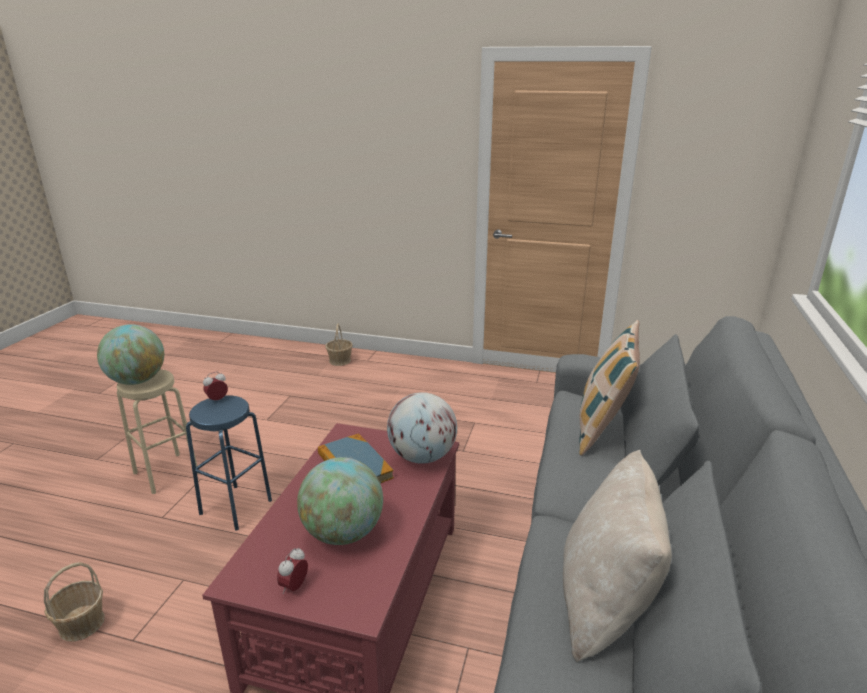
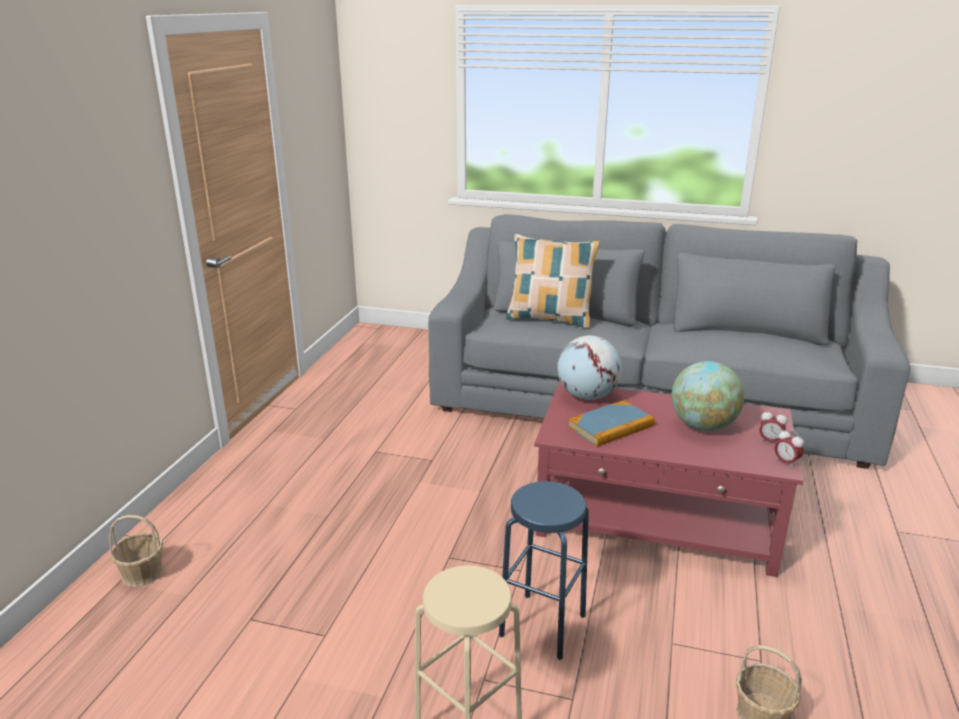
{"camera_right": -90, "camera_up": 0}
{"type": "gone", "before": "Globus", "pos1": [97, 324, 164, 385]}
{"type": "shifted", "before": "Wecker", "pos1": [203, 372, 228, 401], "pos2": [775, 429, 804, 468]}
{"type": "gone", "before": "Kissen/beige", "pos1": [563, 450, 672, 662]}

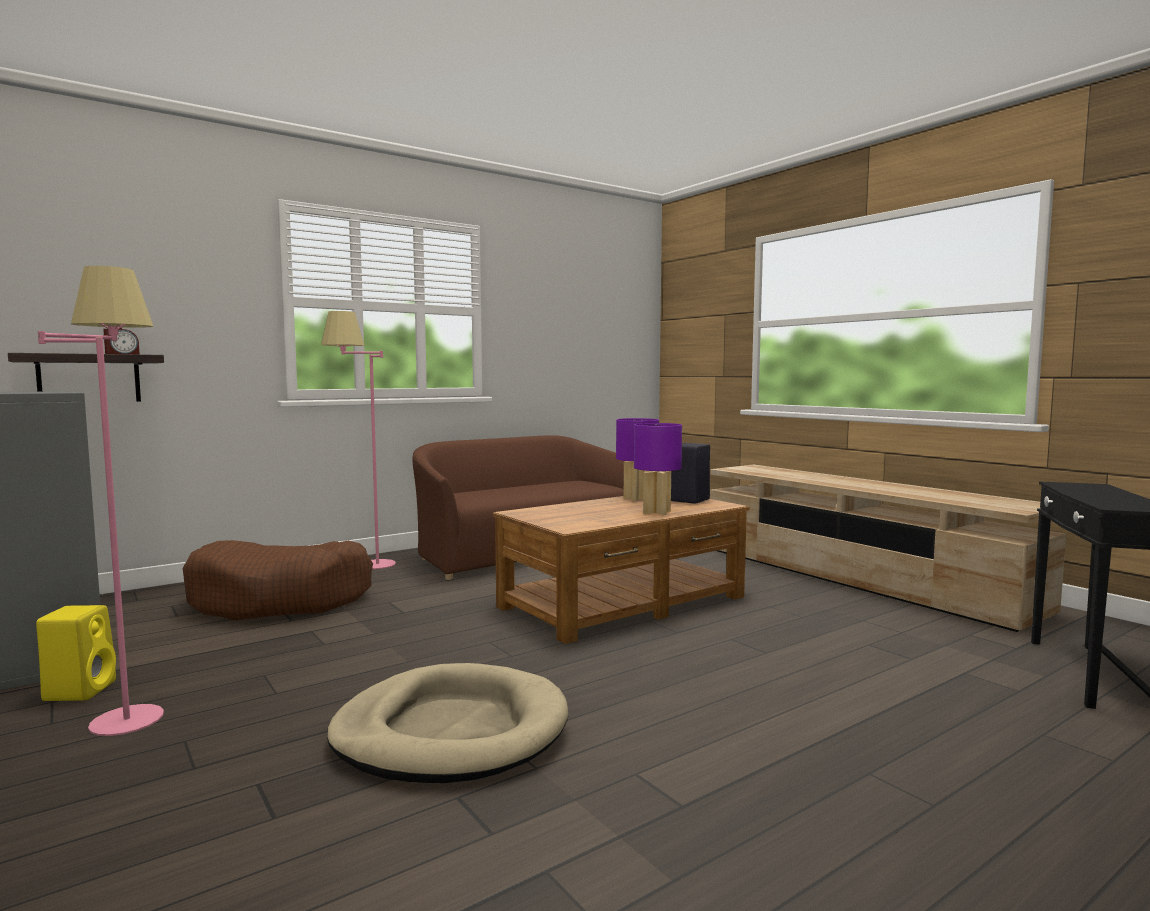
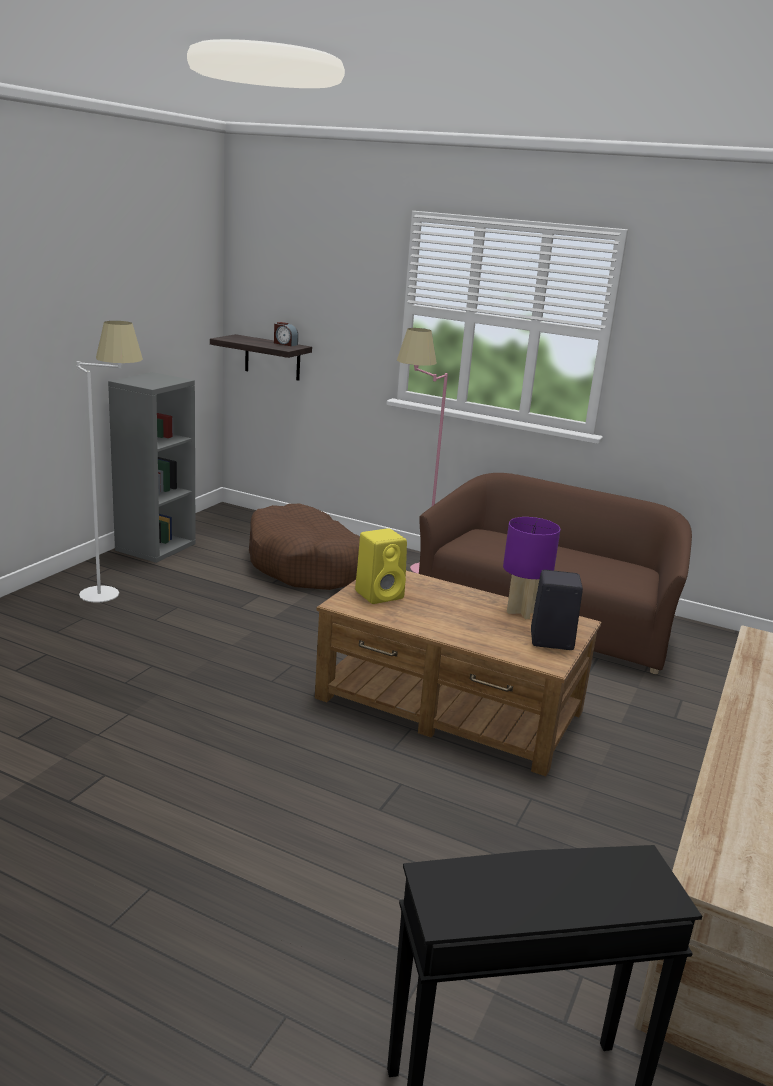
{"camera_right": 60, "camera_up": 15}
{"type": "repainted", "before": "Stehlampe/rosa", "after": "Stehlampe/weiß", "pos1": [38, 266, 164, 736], "pos2": [77, 321, 143, 603]}
{"type": "gone", "before": "Tischlampe/lila", "pos1": [634, 423, 682, 515]}
{"type": "shifted", "before": "Lautsprecher/gelb", "pos1": [36, 605, 116, 701], "pos2": [355, 528, 407, 604]}
{"type": "gone", "before": "Hundebett/beige", "pos1": [327, 663, 569, 783]}

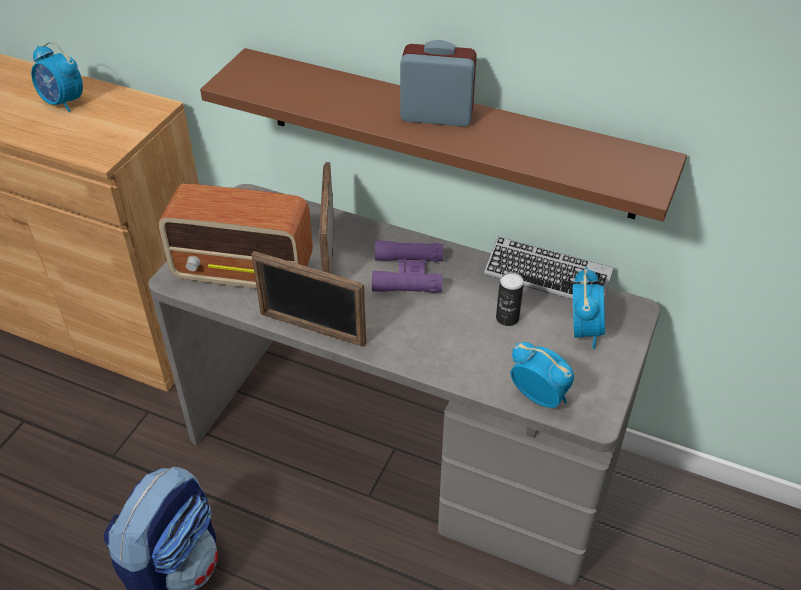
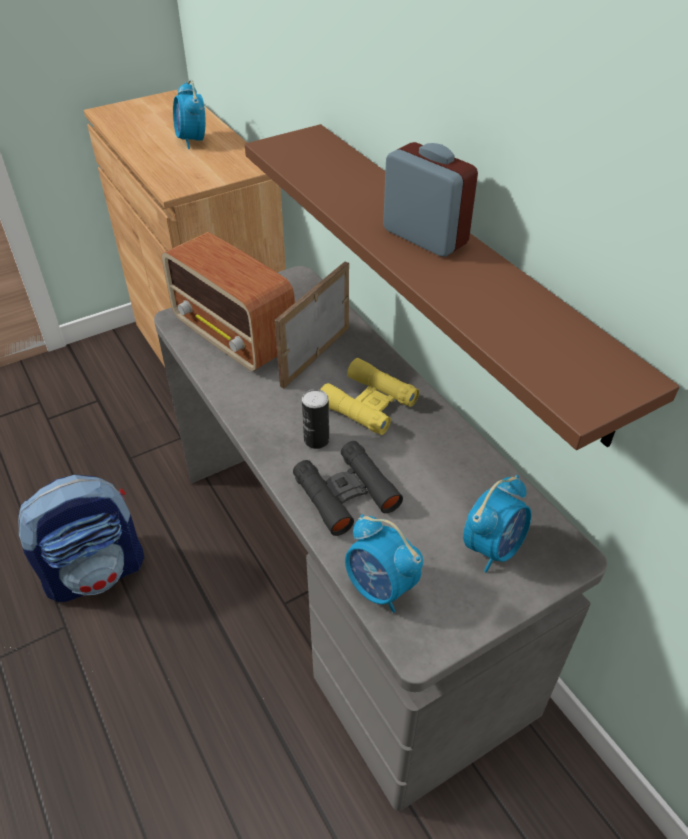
{"camera_right": 35, "camera_up": 0}
{"type": "gone", "before": "Tastatur", "pos1": [484, 237, 614, 300]}
{"type": "repainted", "before": "Fernglas/lila", "after": "Fernglas/gelb", "pos1": [372, 240, 443, 293], "pos2": [320, 358, 419, 435]}
{"type": "gone", "before": "Bilderrahmen", "pos1": [252, 251, 366, 347]}
{"type": "shifted", "before": "Dose", "pos1": [496, 272, 524, 326], "pos2": [302, 389, 329, 449]}
{"type": "rotated", "before": "Wecker", "pos1": [510, 342, 574, 408], "pos2": [345, 514, 423, 613], "turn": 150}
{"type": "new", "after": "Fernglas/schwarz", "pos2": [293, 441, 403, 536]}

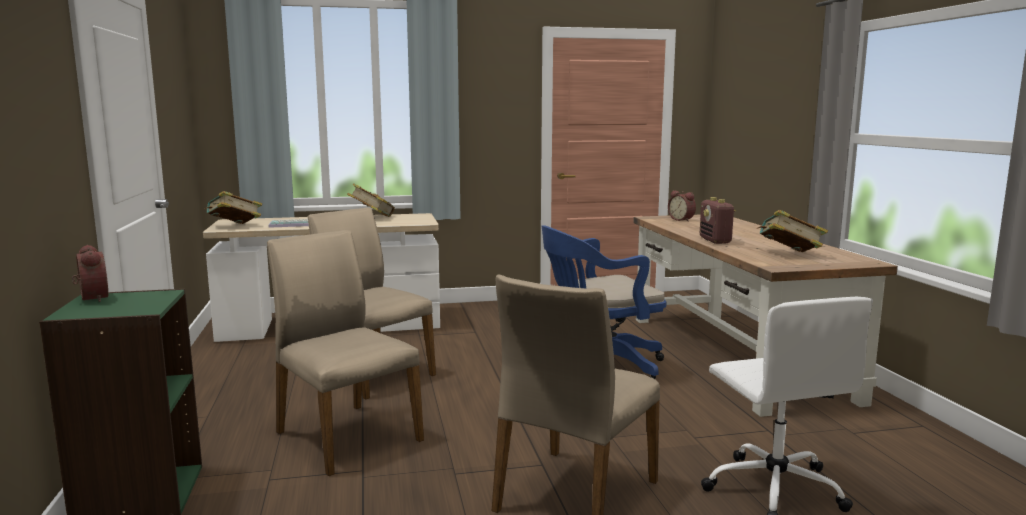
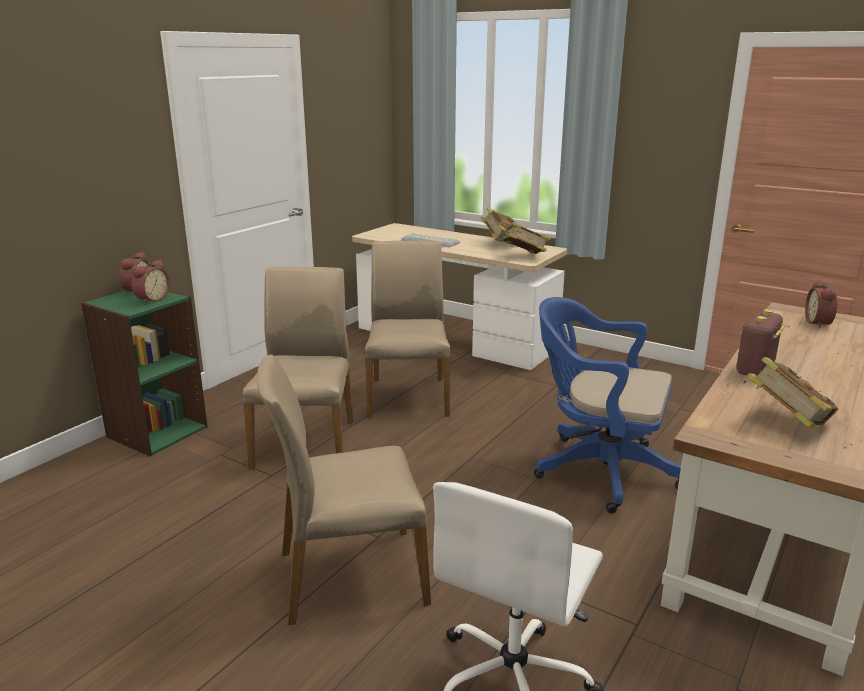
{"camera_right": 45, "camera_up": 10}
{"type": "shifted", "before": "Buch", "pos1": [205, 191, 262, 224], "pos2": [500, 222, 551, 254]}
{"type": "new", "after": "Wecker", "pos2": [131, 260, 170, 304]}

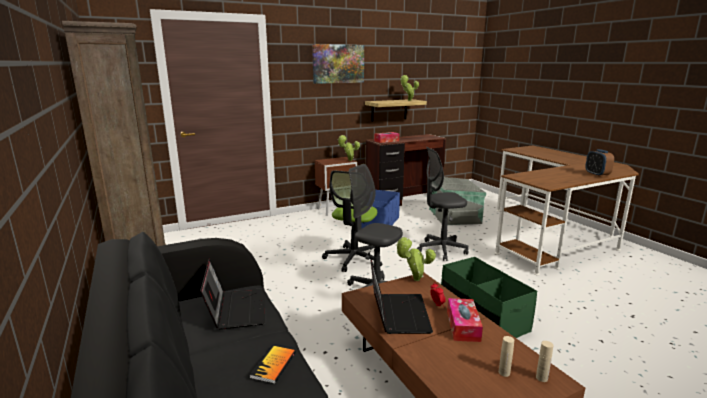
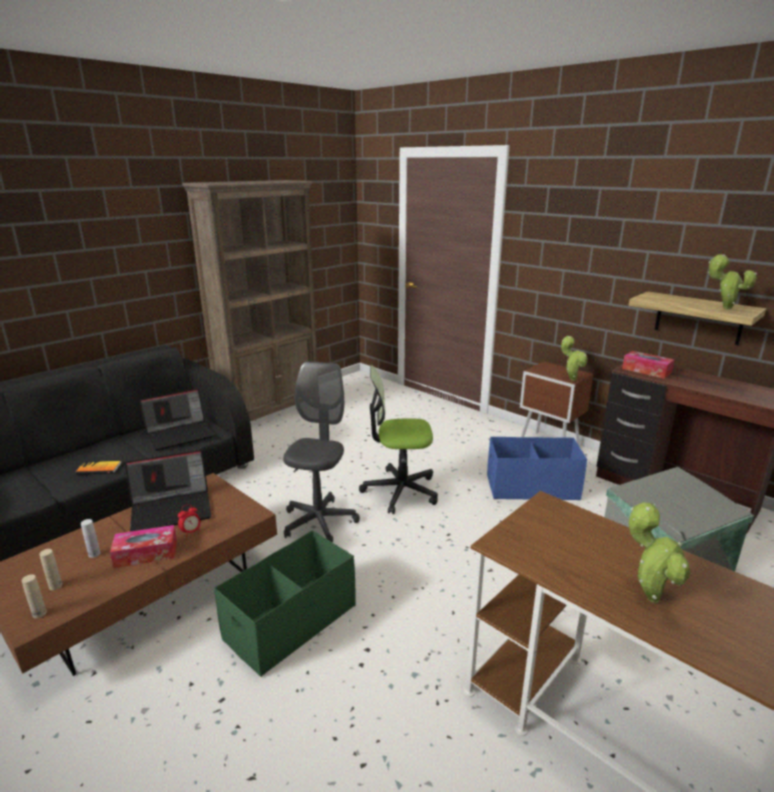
{"camera_right": 70, "camera_up": 5}
{"type": "gone", "before": "Bild", "pos1": [312, 44, 364, 84]}
{"type": "gone", "before": "Bürostuhl/grau", "pos1": [417, 147, 469, 261]}
{"type": "gone", "before": "Wecker", "pos1": [585, 149, 614, 177]}
{"type": "shifted", "before": "Topfpflanze", "pos1": [396, 237, 436, 281], "pos2": [629, 502, 690, 603]}
{"type": "new", "after": "Flasche/weiß", "pos2": [81, 519, 100, 558]}

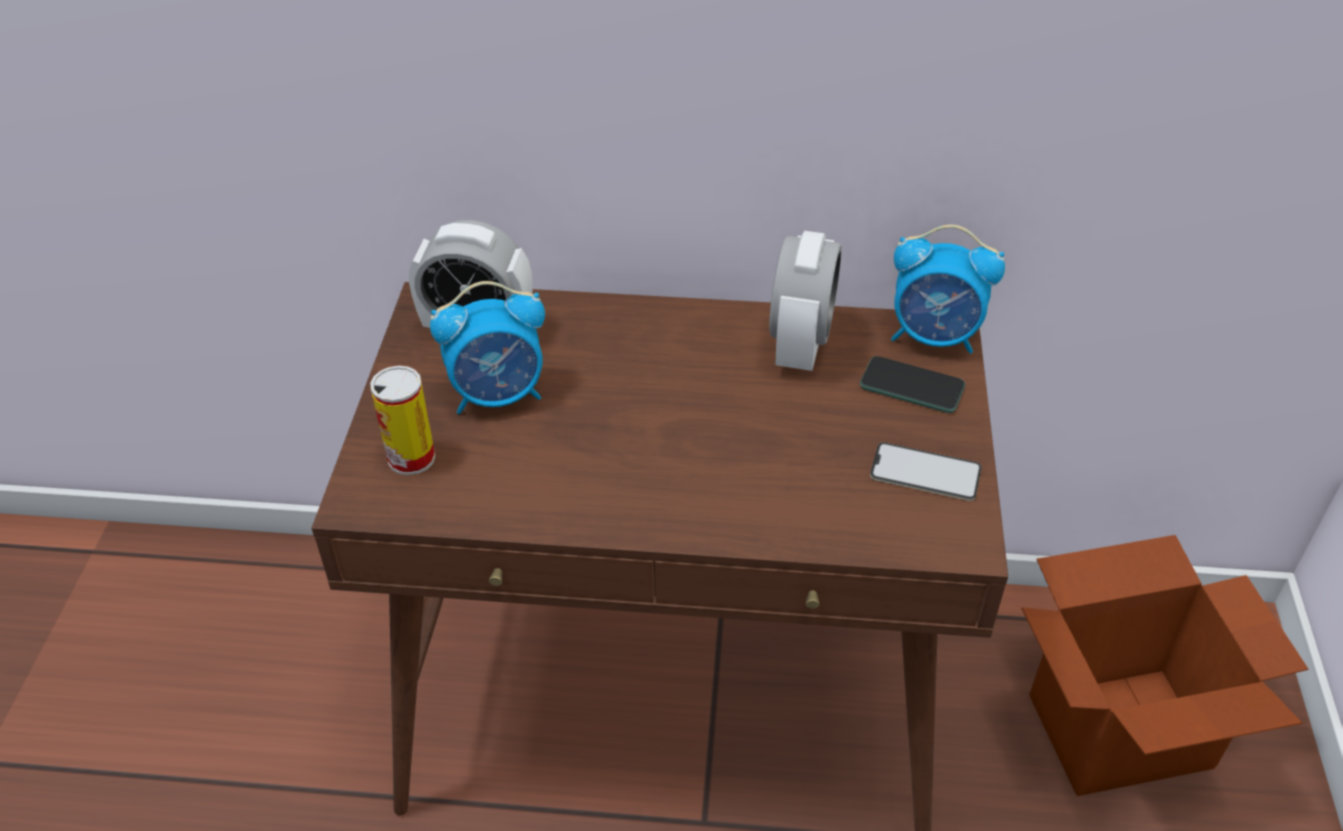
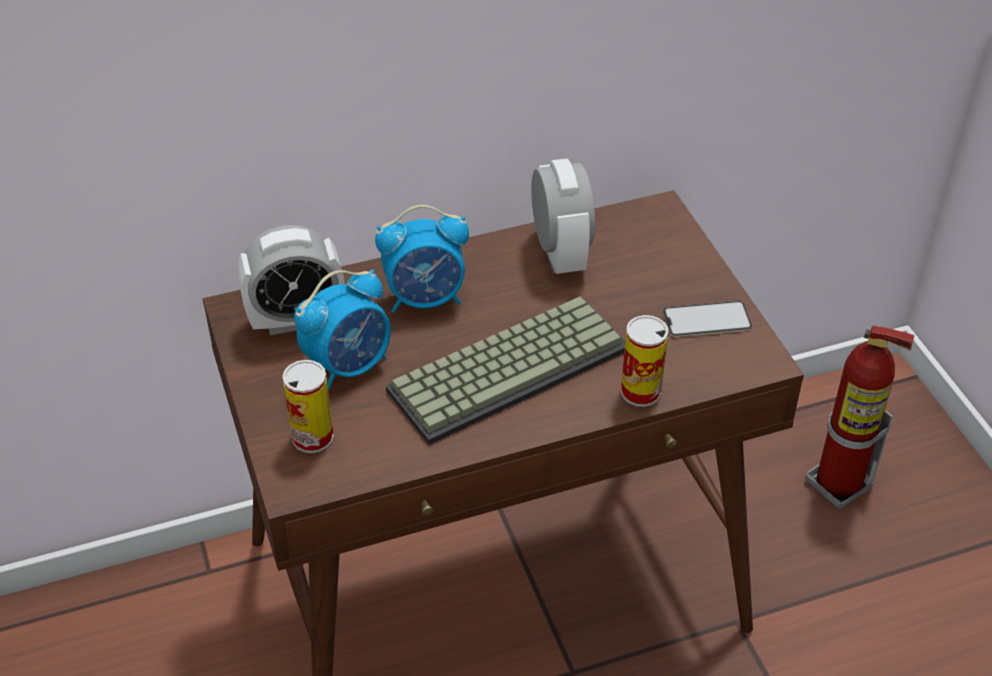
{"camera_right": -25, "camera_up": 0}
{"type": "shifted", "before": "Wecker", "pos1": [891, 225, 1005, 354], "pos2": [375, 205, 469, 313]}
{"type": "gone", "before": "Handy", "pos1": [860, 356, 965, 413]}
{"type": "swapped", "before": "Karton", "after": "Feuerlöscher", "pos1": [1021, 535, 1308, 796], "pos2": [806, 325, 915, 509]}
{"type": "new", "after": "Tastatur", "pos2": [386, 296, 625, 445]}
{"type": "new", "after": "Dose", "pos2": [621, 315, 668, 407]}

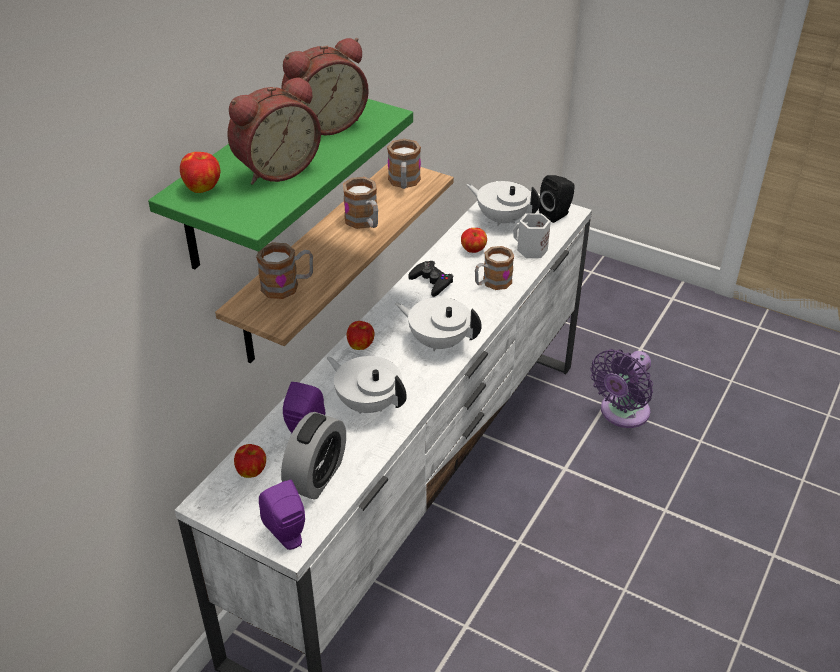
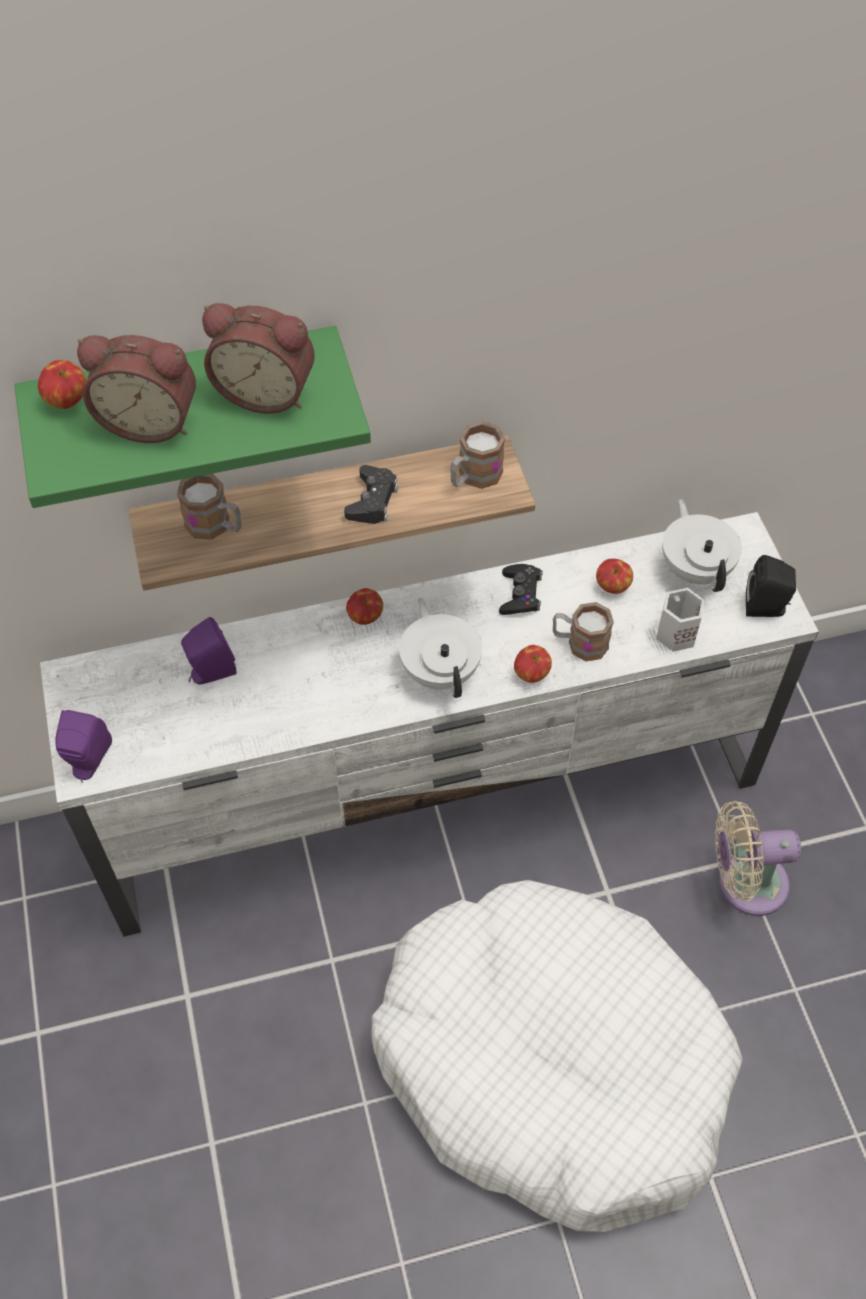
{"camera_right": 45, "camera_up": 15}
{"type": "swapped", "before": "Henkelbecher", "after": "Gamepad/schwarz", "pos1": [343, 177, 378, 229], "pos2": [344, 465, 398, 524]}
{"type": "repainted", "before": "Ventilator/lila", "after": "Ventilator/beige", "pos1": [591, 349, 653, 428], "pos2": [715, 801, 801, 916]}
{"type": "gone", "before": "Teekanne/weiß", "pos1": [327, 356, 407, 414]}
{"type": "gone", "before": "Wecker", "pos1": [281, 412, 346, 500]}
{"type": "shifted", "before": "Apfel", "pos1": [234, 444, 266, 478], "pos2": [514, 645, 552, 683]}
{"type": "new", "after": "Hundebett/weiß", "pos2": [372, 880, 743, 1232]}

